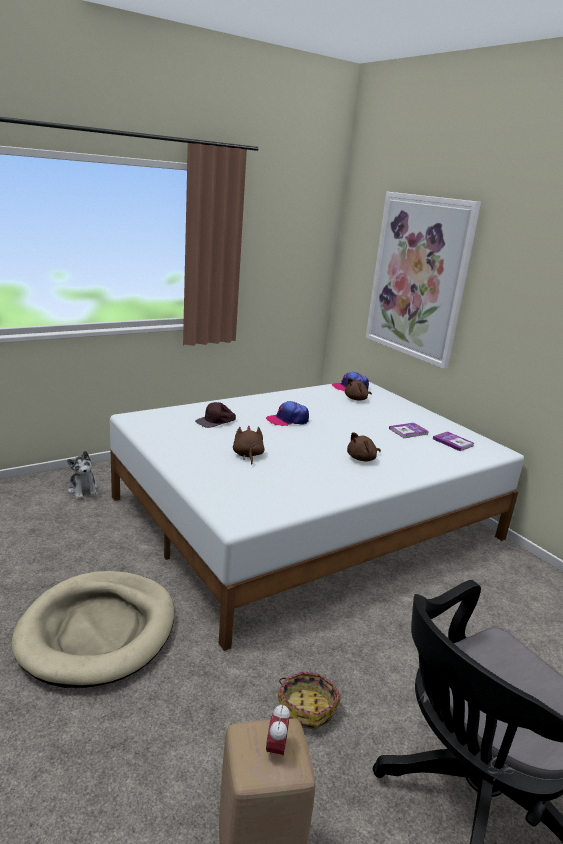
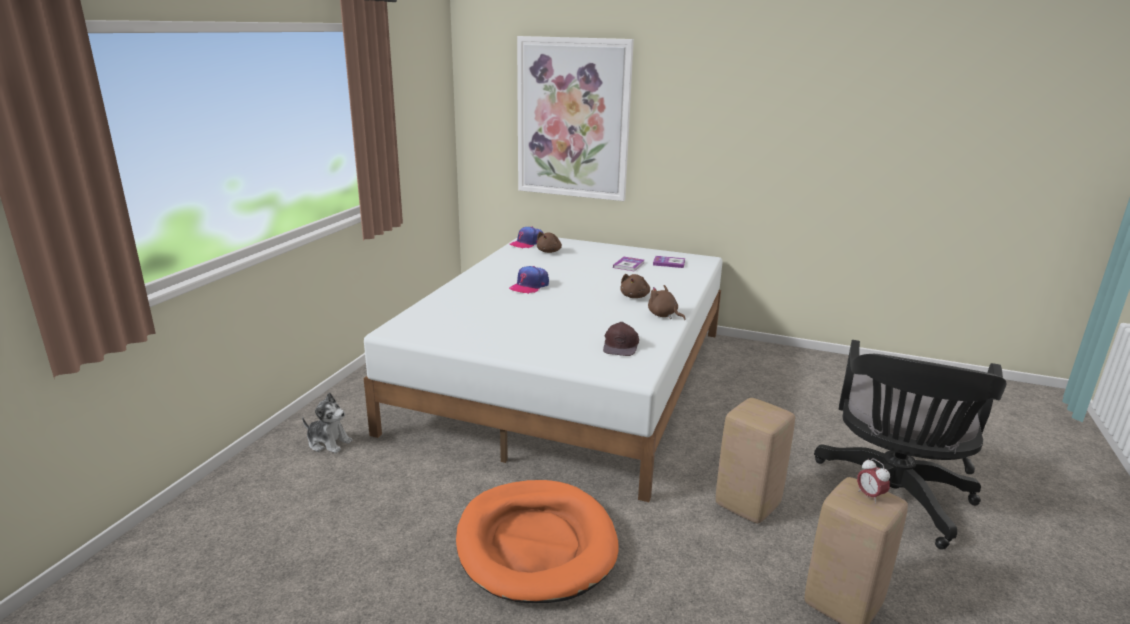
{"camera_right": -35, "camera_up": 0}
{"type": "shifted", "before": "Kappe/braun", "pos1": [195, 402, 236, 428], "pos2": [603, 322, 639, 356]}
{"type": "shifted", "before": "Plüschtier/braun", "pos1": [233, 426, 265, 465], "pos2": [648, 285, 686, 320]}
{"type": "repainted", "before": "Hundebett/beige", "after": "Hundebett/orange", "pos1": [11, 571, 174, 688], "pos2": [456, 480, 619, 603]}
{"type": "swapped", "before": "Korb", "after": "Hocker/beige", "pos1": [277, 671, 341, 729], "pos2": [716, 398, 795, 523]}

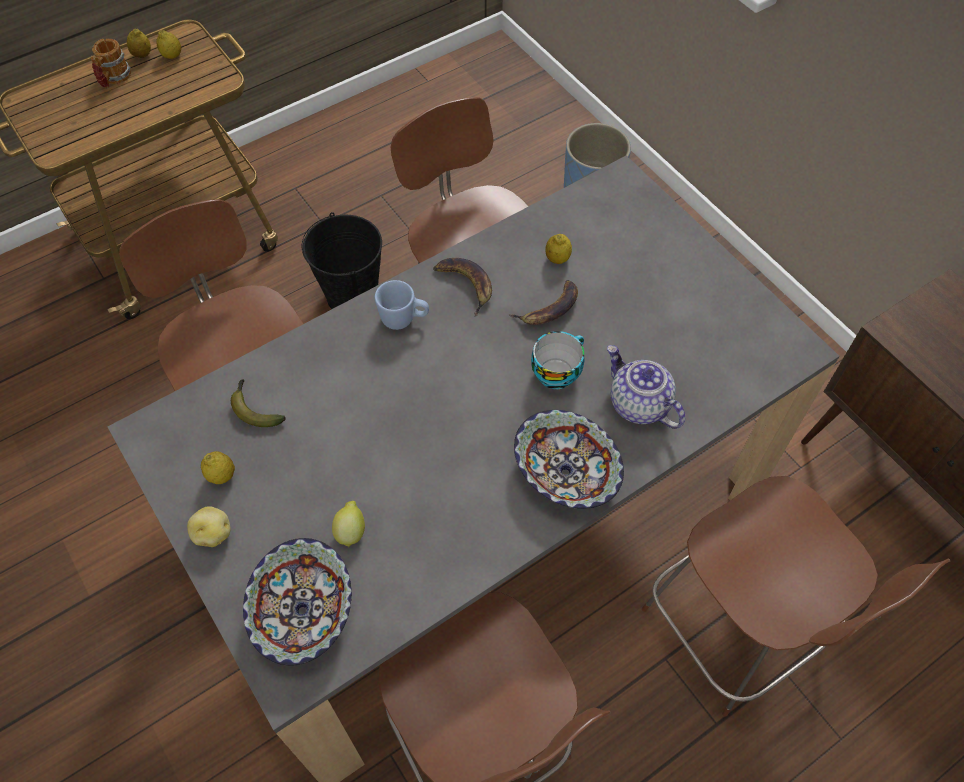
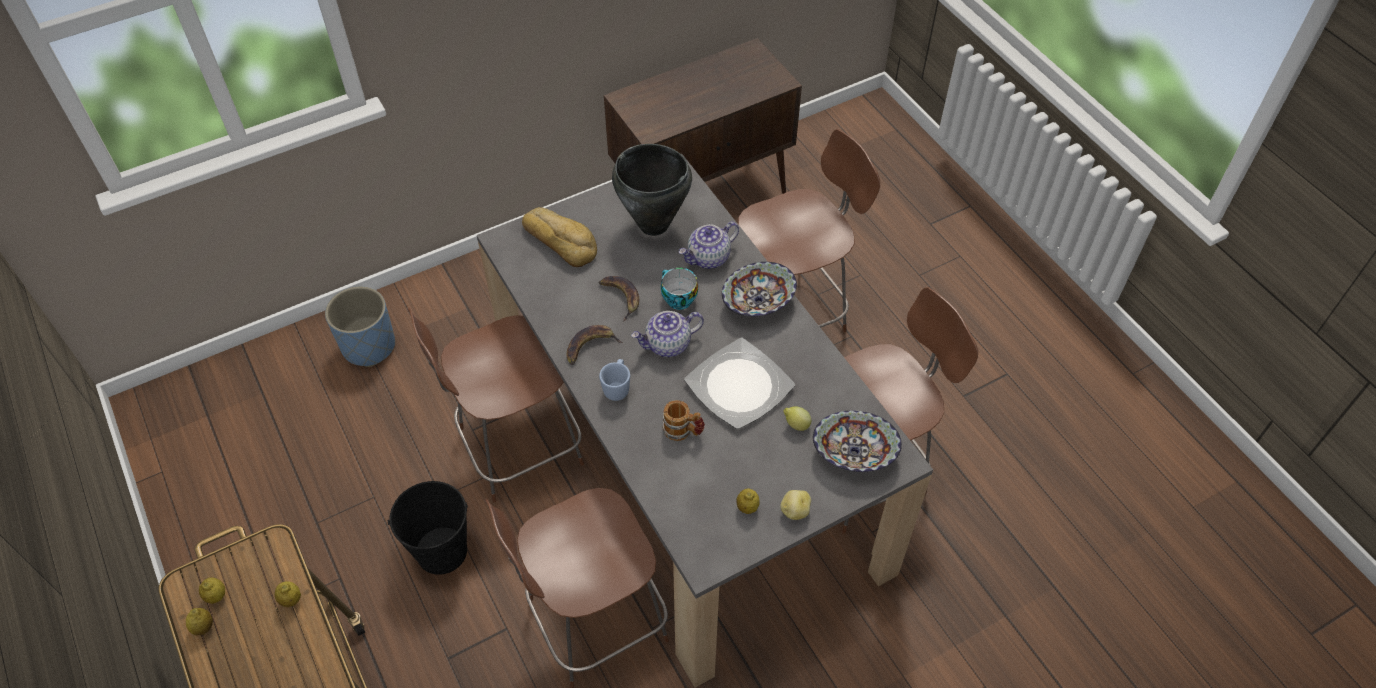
{"camera_right": -85, "camera_up": -5}
{"type": "shifted", "before": "Henkelbecher", "pos1": [91, 39, 131, 88], "pos2": [662, 400, 705, 441]}
{"type": "shifted", "before": "Zitrone", "pos1": [546, 234, 572, 264], "pos2": [275, 581, 301, 607]}
{"type": "gone", "before": "Banane", "pos1": [231, 379, 286, 427]}
{"type": "new", "after": "Kochtopf/schwarz", "pos2": [612, 144, 692, 236]}
{"type": "new", "after": "Brot", "pos2": [522, 207, 597, 267]}
{"type": "new", "after": "Teekanne", "pos2": [631, 311, 704, 357]}
{"type": "new", "after": "Teller", "pos2": [684, 338, 795, 429]}

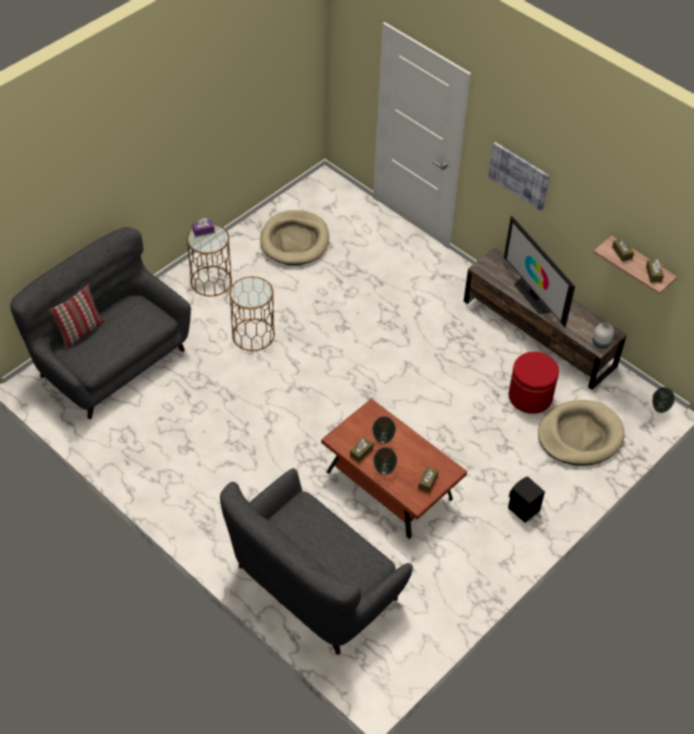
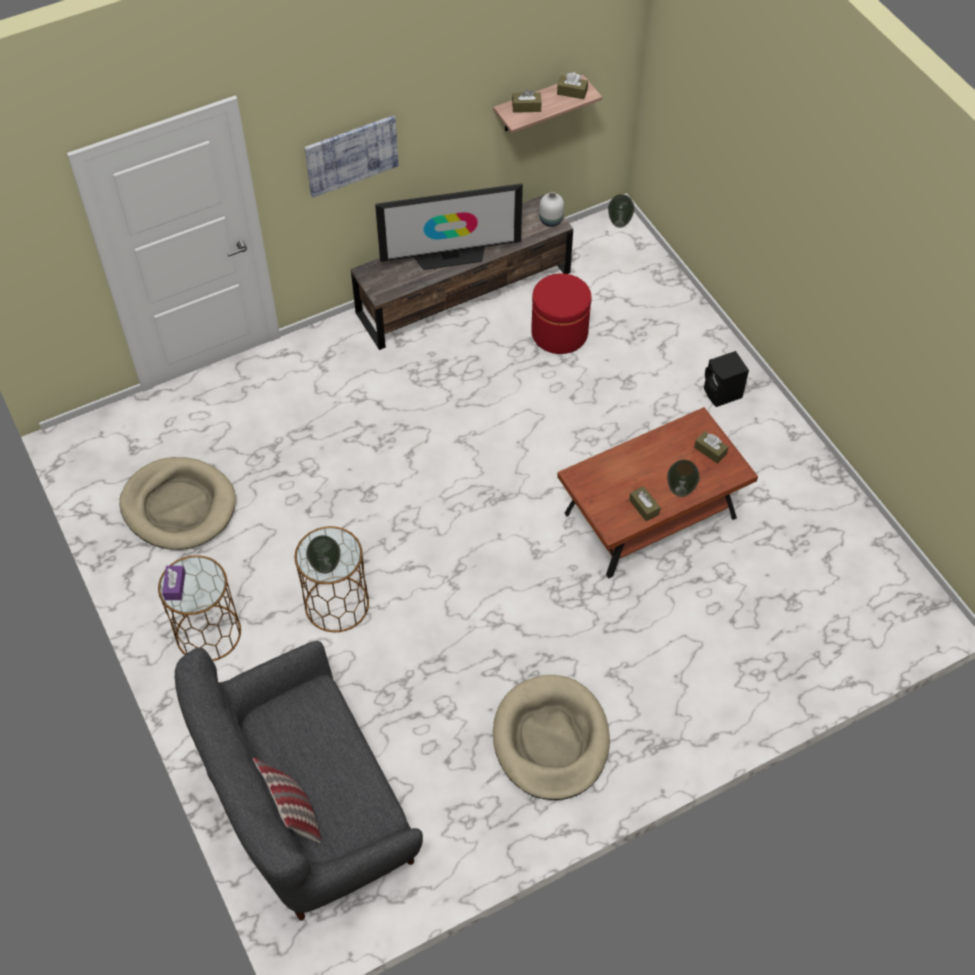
{"camera_right": -70, "camera_up": 5}
{"type": "shifted", "before": "Hundebett/beige", "pos1": [538, 400, 625, 466], "pos2": [493, 675, 610, 800]}
{"type": "shifted", "before": "Vase", "pos1": [372, 416, 396, 444], "pos2": [306, 535, 341, 574]}
{"type": "gone", "before": "Sofa/grau", "pos1": [220, 468, 413, 655]}

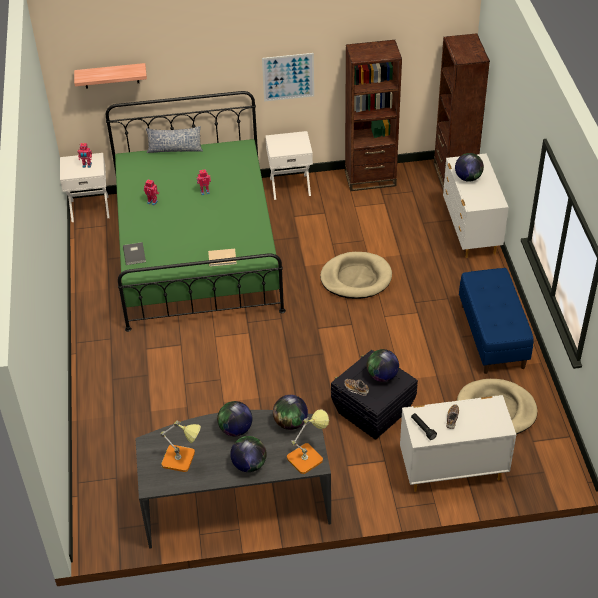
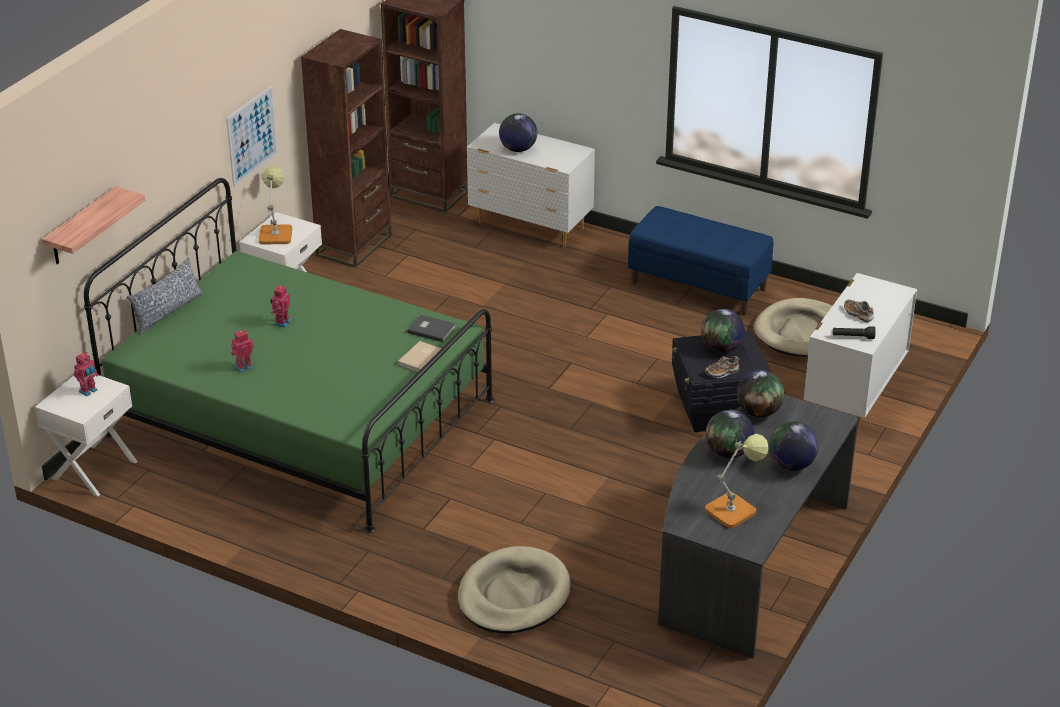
{"camera_right": -55, "camera_up": -10}
{"type": "shifted", "before": "Buch/grau", "pos1": [123, 242, 146, 265], "pos2": [407, 315, 456, 342]}
{"type": "shifted", "before": "Hundebett/beige", "pos1": [320, 252, 392, 299], "pos2": [458, 546, 571, 634]}
{"type": "shifted", "before": "Tischlampe", "pos1": [287, 409, 329, 474], "pos2": [259, 166, 292, 245]}

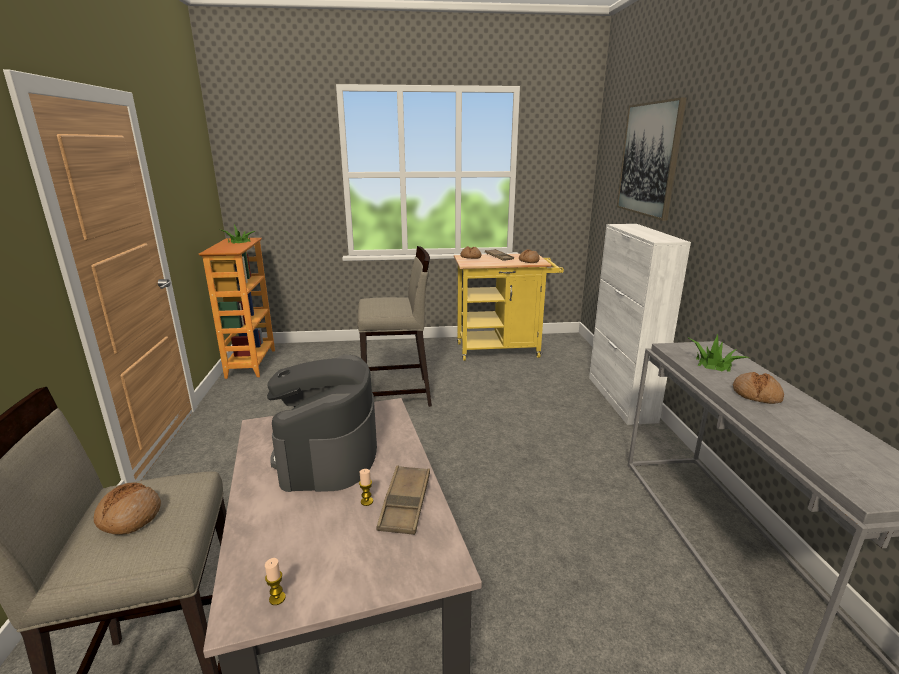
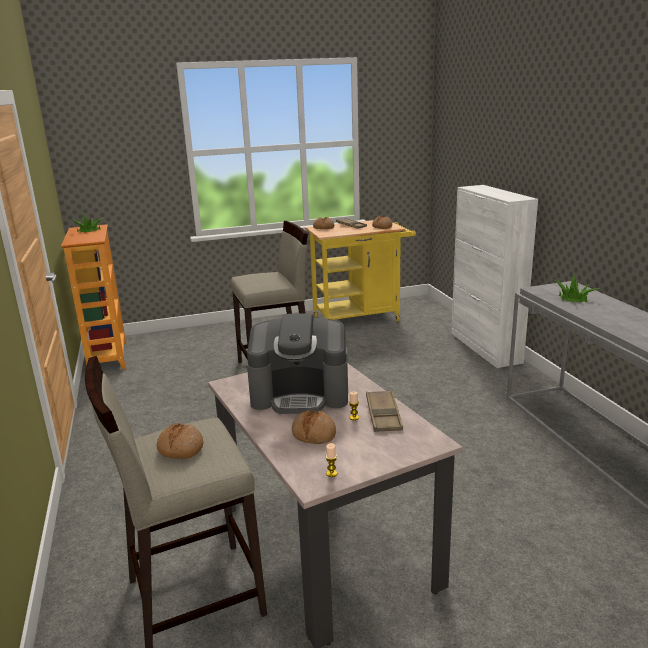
{"camera_right": -10, "camera_up": 0}
{"type": "gone", "before": "Bild", "pos1": [617, 97, 687, 221]}
{"type": "rotated", "before": "Kaffeemaschine", "pos1": [267, 354, 377, 492], "pos2": [247, 313, 348, 414], "turn": -75}
{"type": "shifted", "before": "Brot", "pos1": [733, 372, 784, 404], "pos2": [292, 410, 336, 444]}

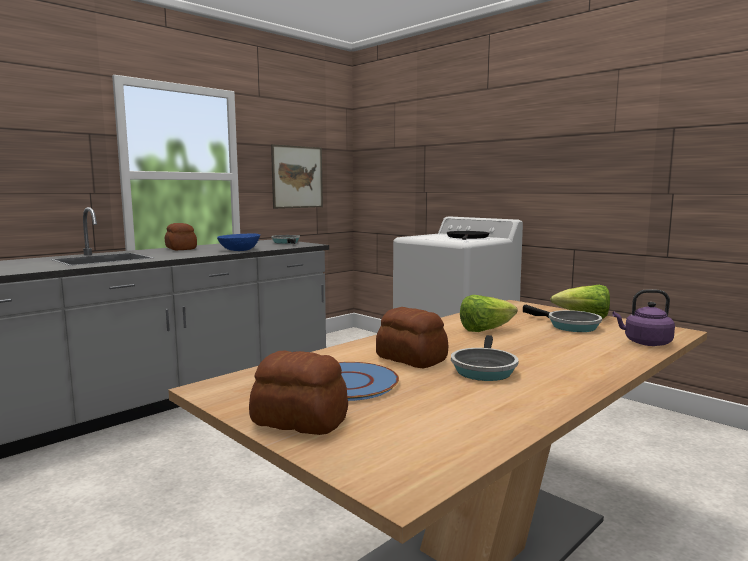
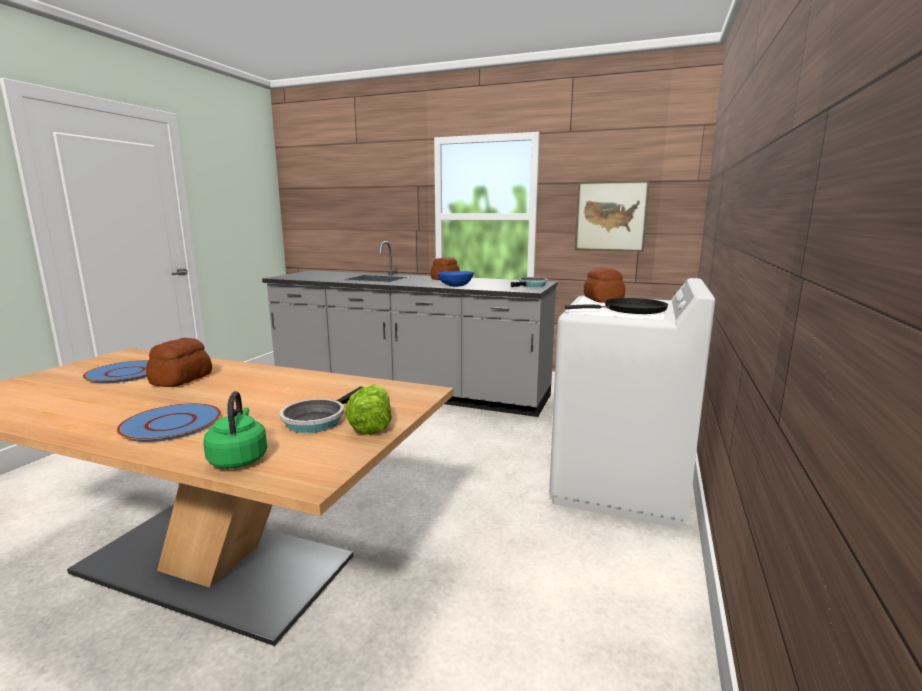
{"camera_right": 65, "camera_up": 5}
{"type": "repainted", "before": "Wasserkessel/lila", "after": "Wasserkessel/grün", "pos1": [612, 289, 675, 346], "pos2": [203, 391, 267, 469]}
{"type": "gone", "before": "Salatkopf", "pos1": [460, 295, 518, 332]}
{"type": "gone", "before": "Pfanne", "pos1": [451, 335, 519, 381]}
{"type": "shifted", "before": "Brot", "pos1": [249, 351, 348, 435], "pos2": [584, 268, 625, 303]}
{"type": "new", "after": "Teller/blau", "pos2": [117, 403, 221, 442]}

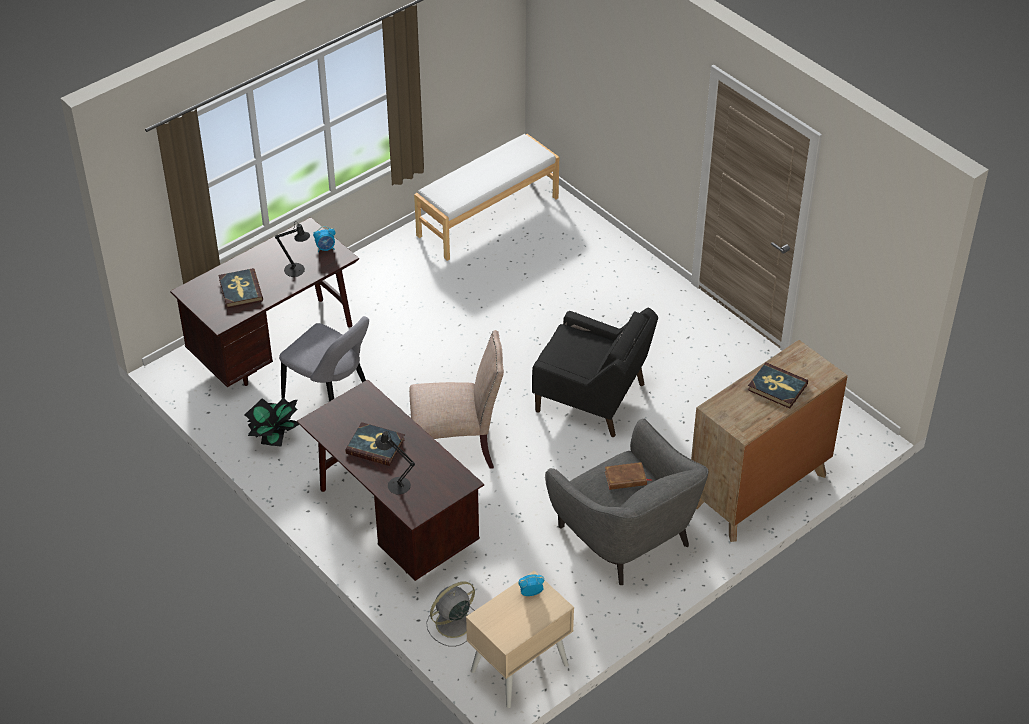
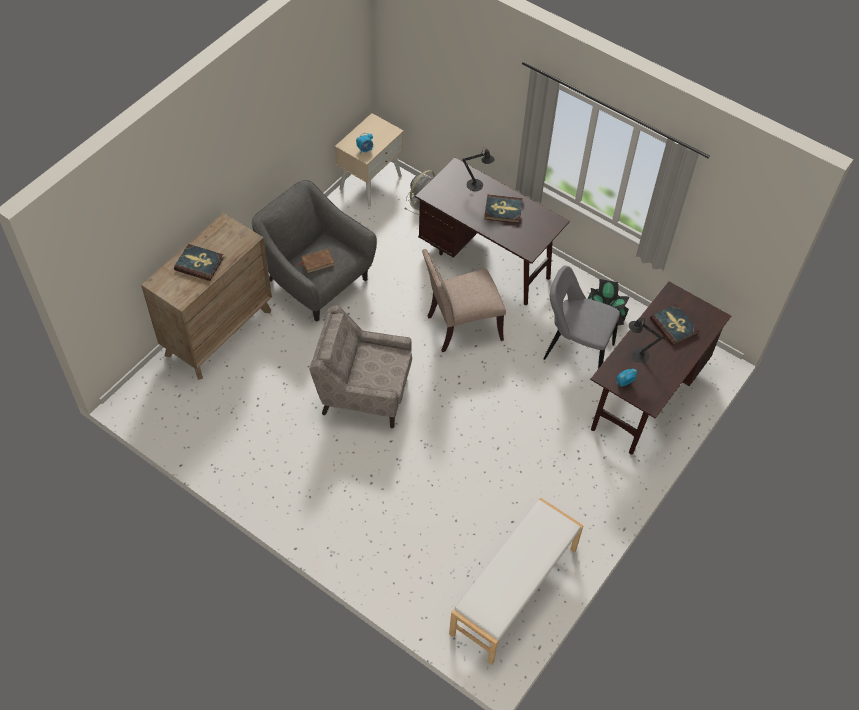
{"camera_right": 165, "camera_up": 10}
{"type": "repainted", "before": "Sessel/schwarz", "after": "Sessel/beige", "pos1": [532, 308, 658, 437], "pos2": [310, 305, 412, 428]}

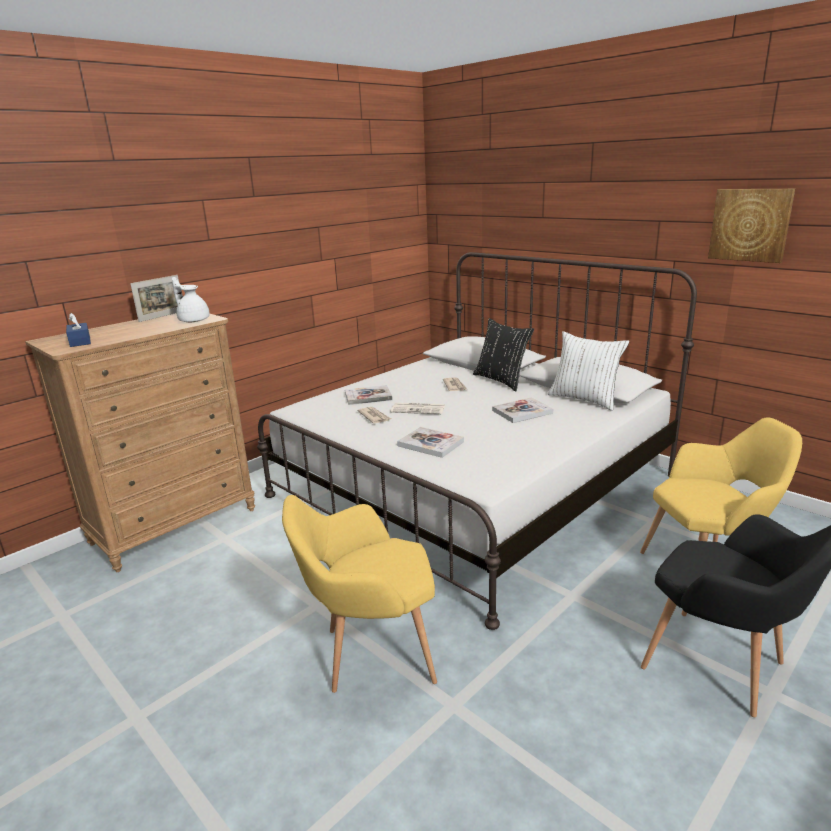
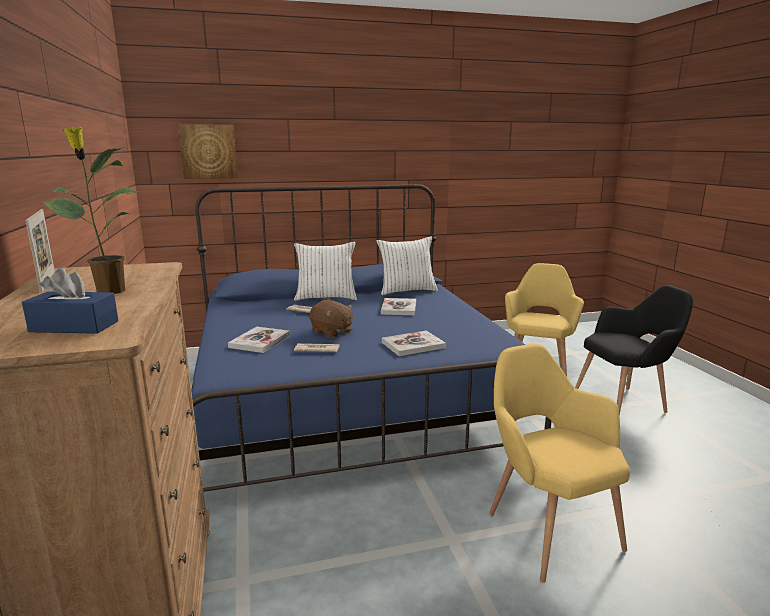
{"camera_right": -60, "camera_up": -5}
{"type": "shifted", "before": "Bild", "pos1": [708, 189, 795, 263], "pos2": [178, 124, 238, 179]}
{"type": "repainted", "before": "Bett/weiß", "after": "Bett/blau", "pos1": [257, 252, 697, 630], "pos2": [191, 184, 551, 492]}
{"type": "gone", "before": "Teekanne/weiß", "pos1": [172, 277, 210, 322]}
{"type": "repainted", "before": "Kissen/schwarz", "after": "Kissen/weiß", "pos1": [473, 318, 534, 391], "pos2": [294, 242, 357, 301]}
{"type": "swapped", "before": "Zeitung", "after": "Plüschtier/braun", "pos1": [390, 403, 445, 414], "pos2": [310, 300, 353, 338]}
{"type": "rotated", "before": "Sessel/gelb", "pos1": [282, 495, 437, 693], "pos2": [489, 344, 630, 583], "turn": 135}
{"type": "new", "after": "Topfpflanze", "pos2": [43, 127, 139, 294]}

